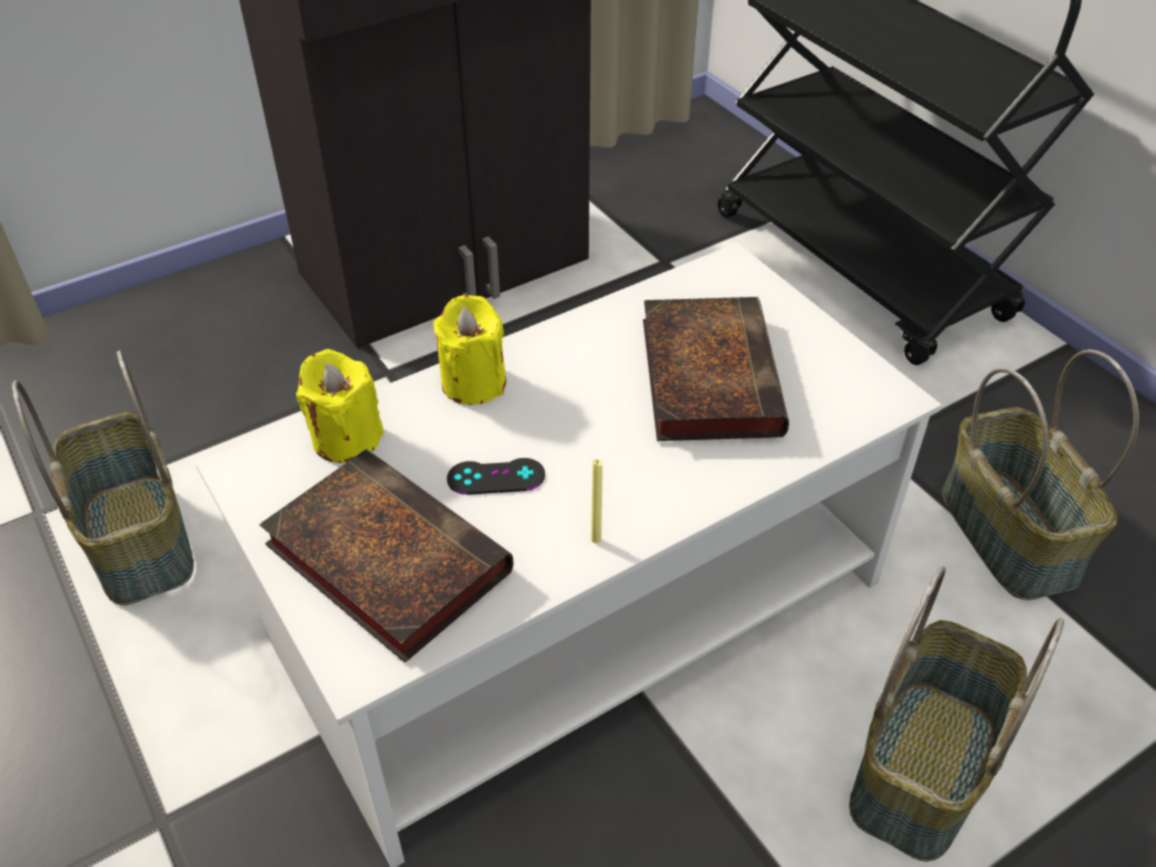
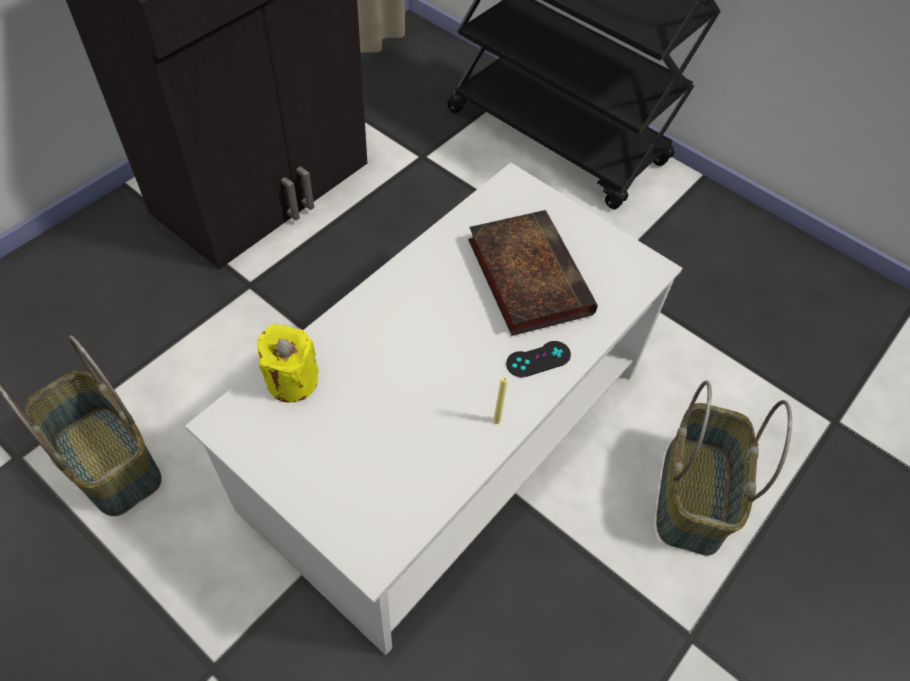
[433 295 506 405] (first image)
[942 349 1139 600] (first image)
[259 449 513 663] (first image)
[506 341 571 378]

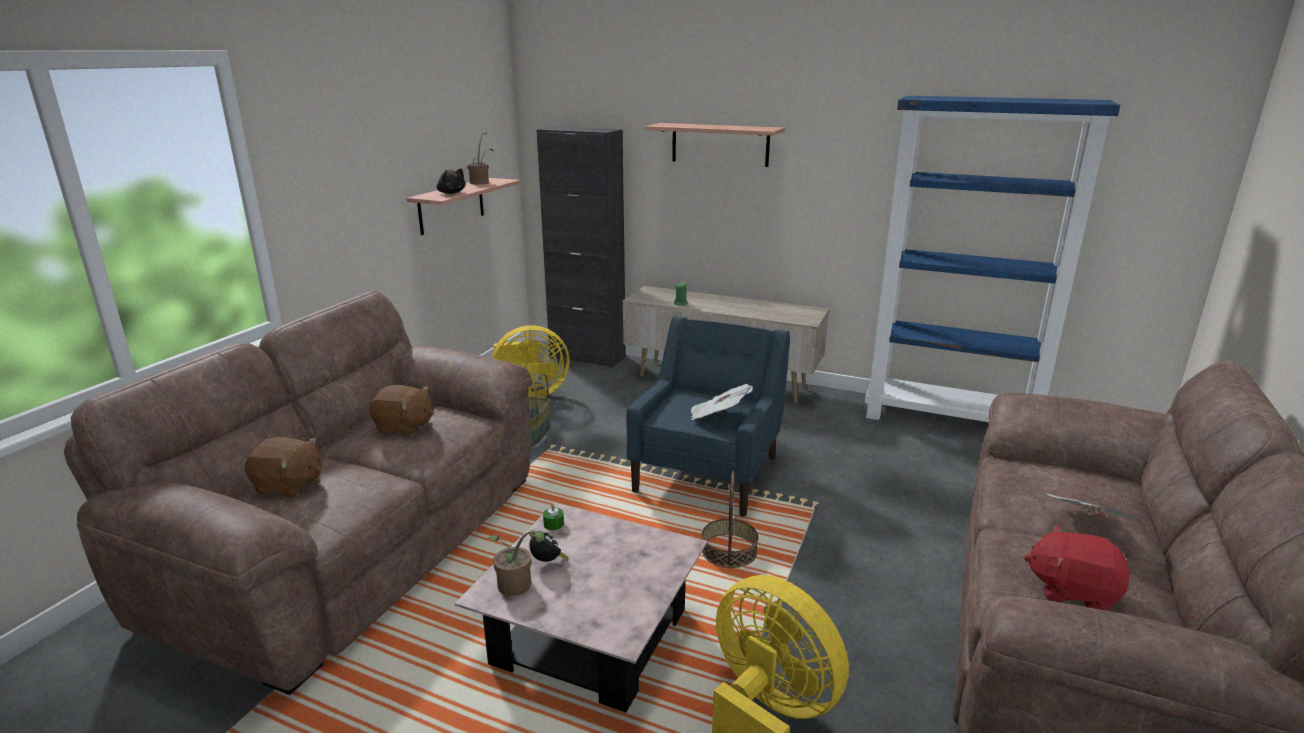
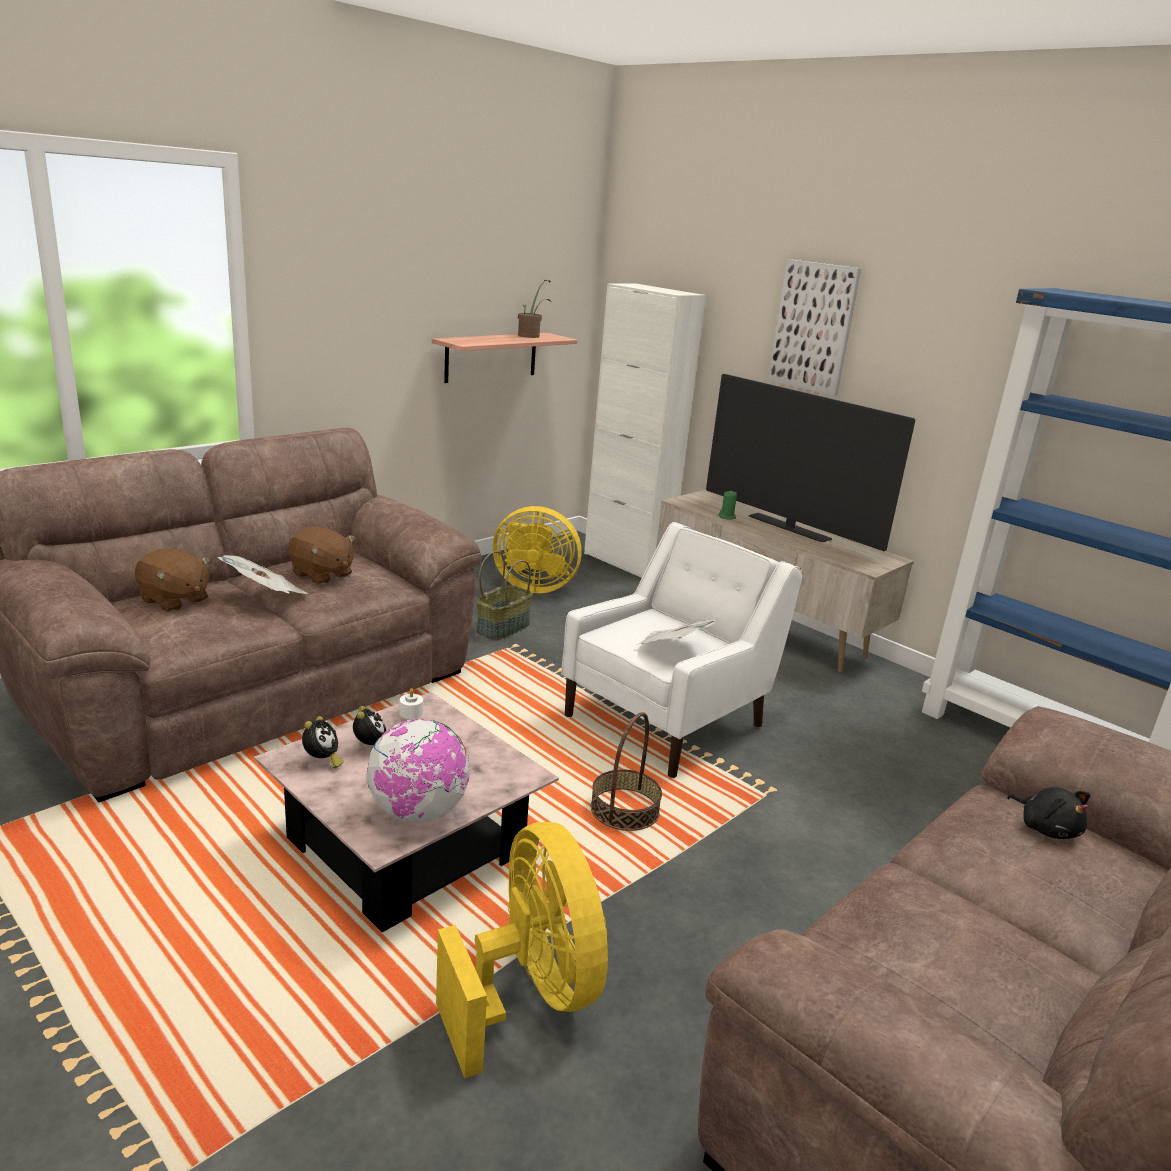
[768 259 861 396]
[584 283 706 578]
[1007 787 1091 839]
[561 522 802 778]
[217 555 308 594]
[400 688 423 719]
[1024 524 1129 611] (first image)
[302 716 343 769]
[706 374 915 551]
[367 719 470 823]

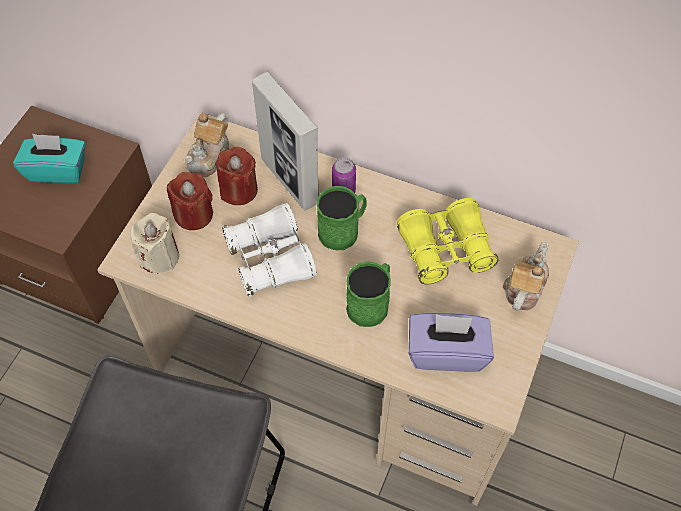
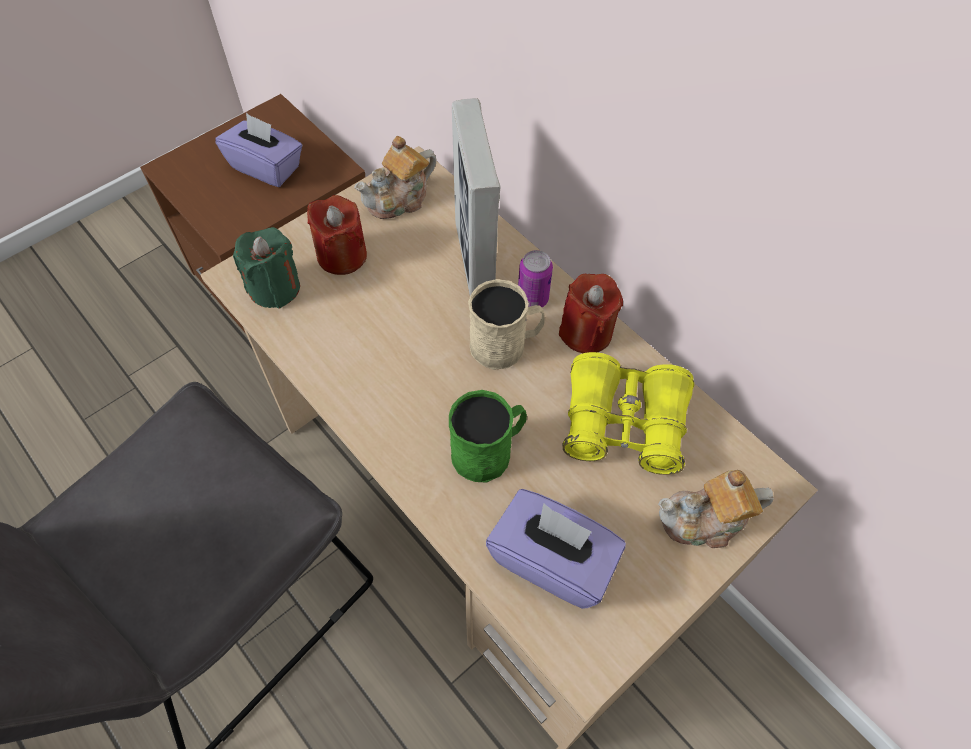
[215 113 302 187]
[559 274 623 353]
[468 279 545 370]
[222 203 317 297] (first image)
[233 227 300 308]
[658 470 774 548]

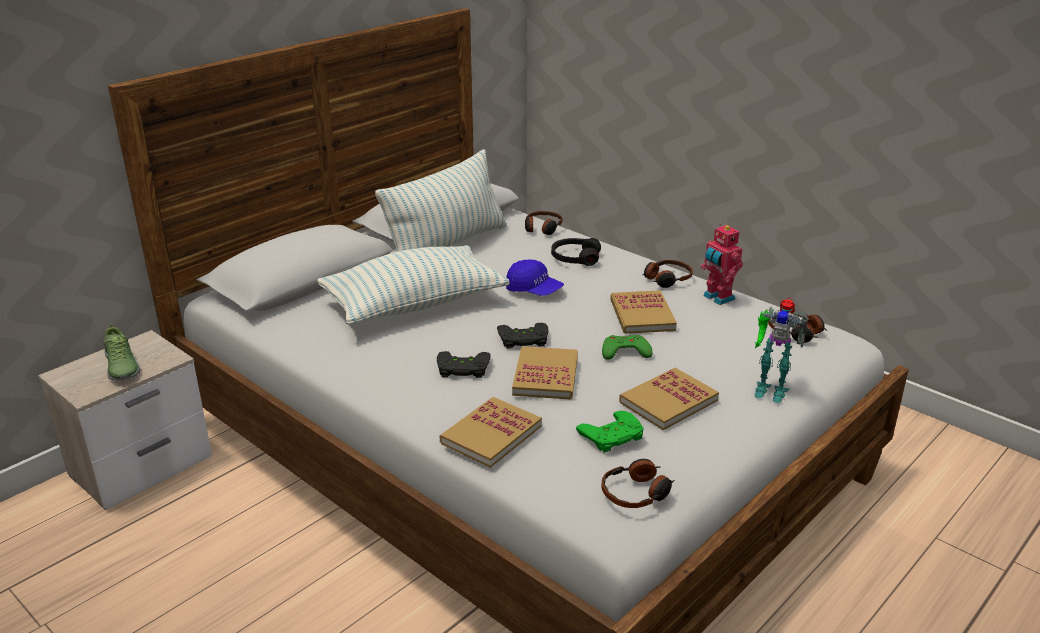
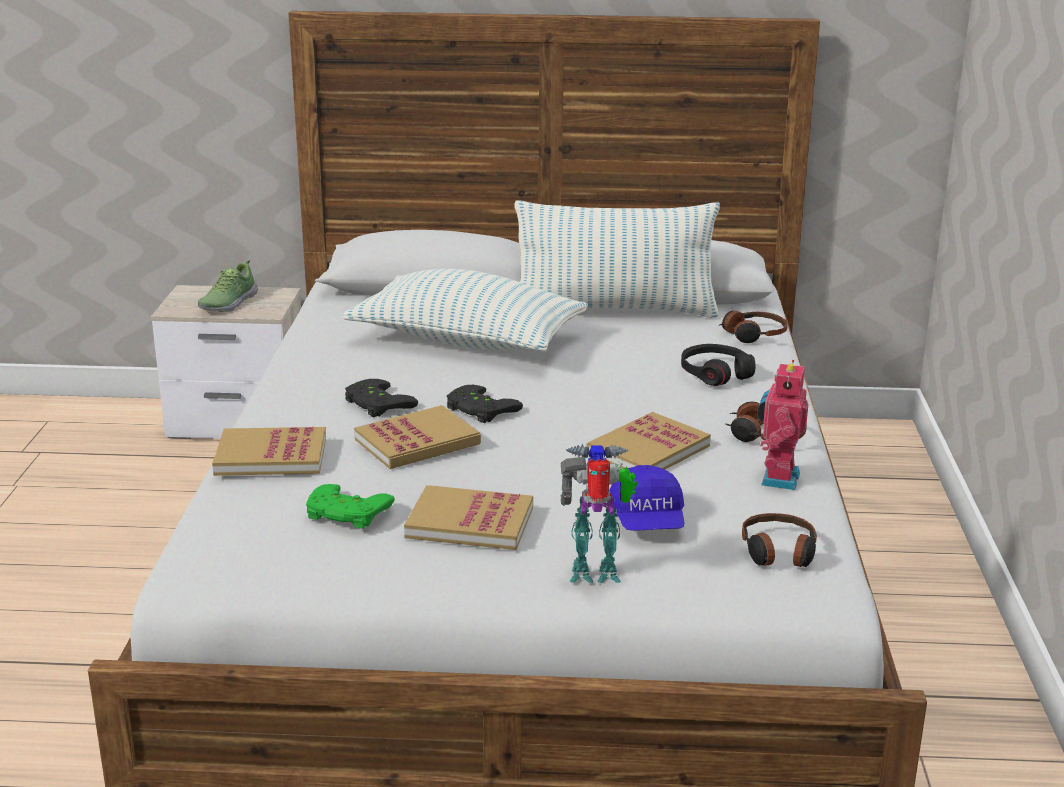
[607 465 685 531]
[560 444 638 583]
[602 335 653 360] (first image)
[601 459 675 508] (first image)

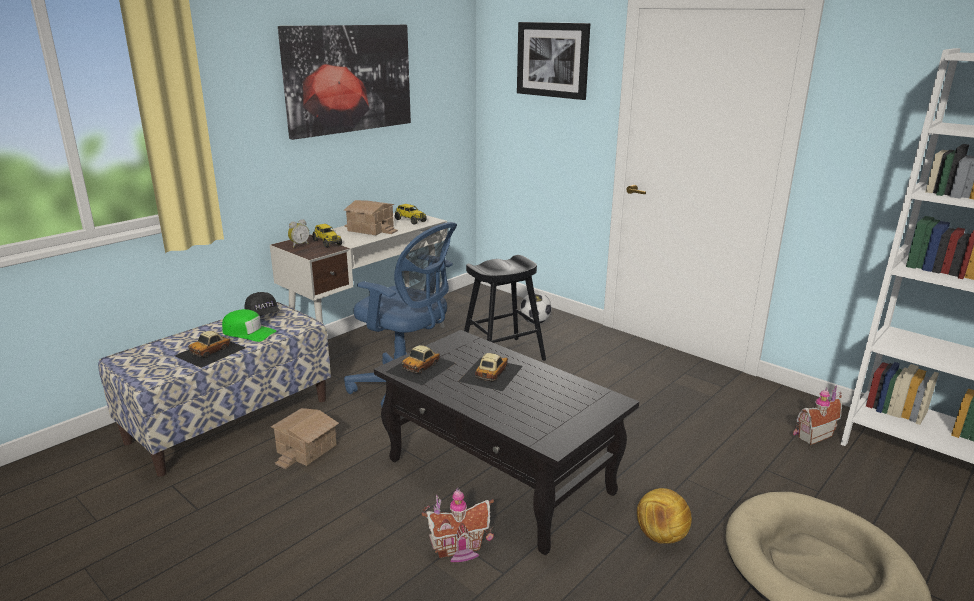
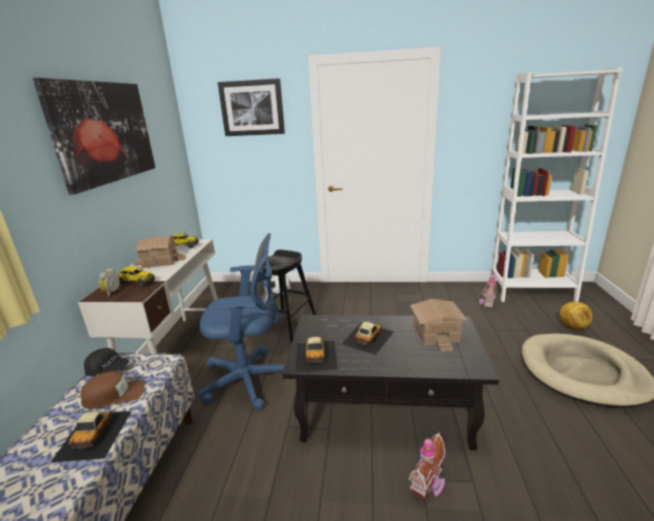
[80 371 145 409]
[341 321 394 355]
[410 299 467 352]
[559 302 592 330]

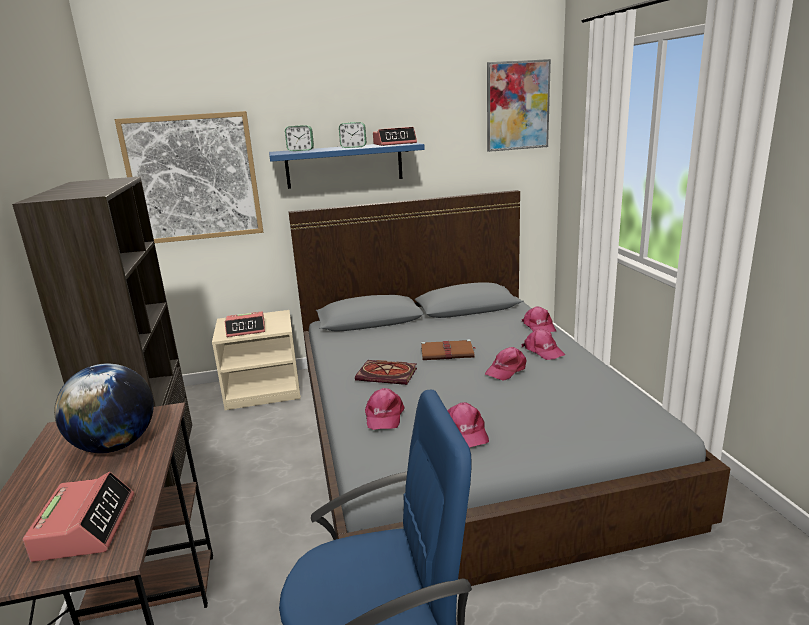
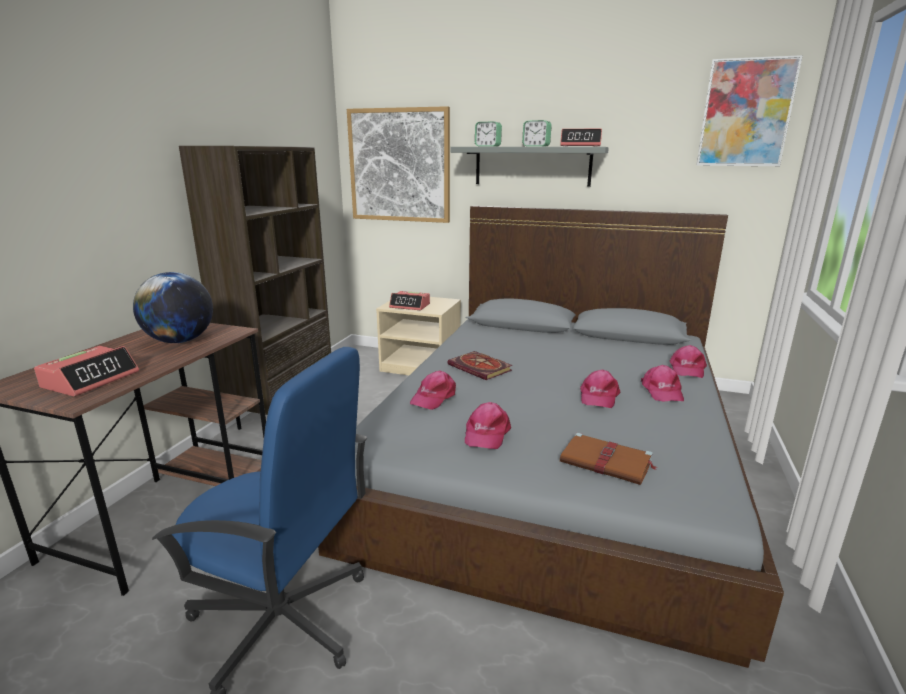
[451 147 609 187]
[560 433 657 485]
[580 370 620 408]

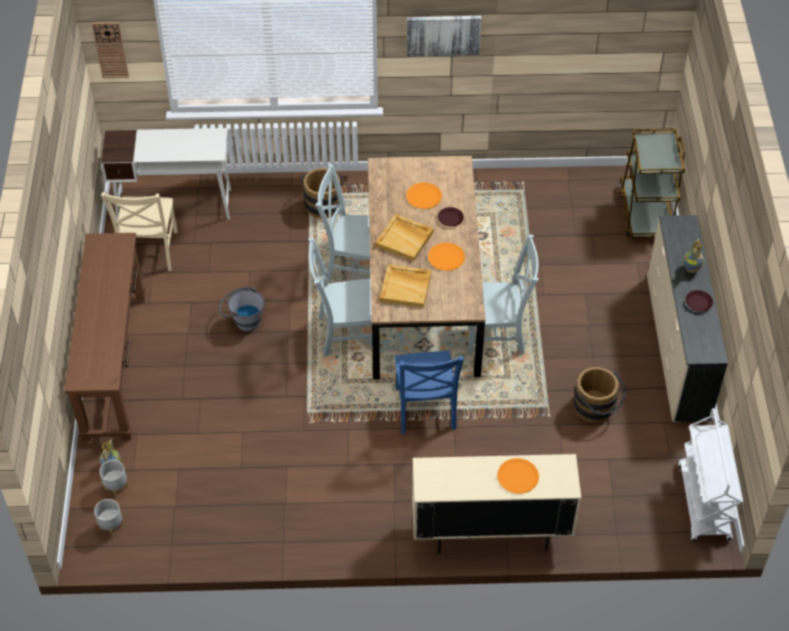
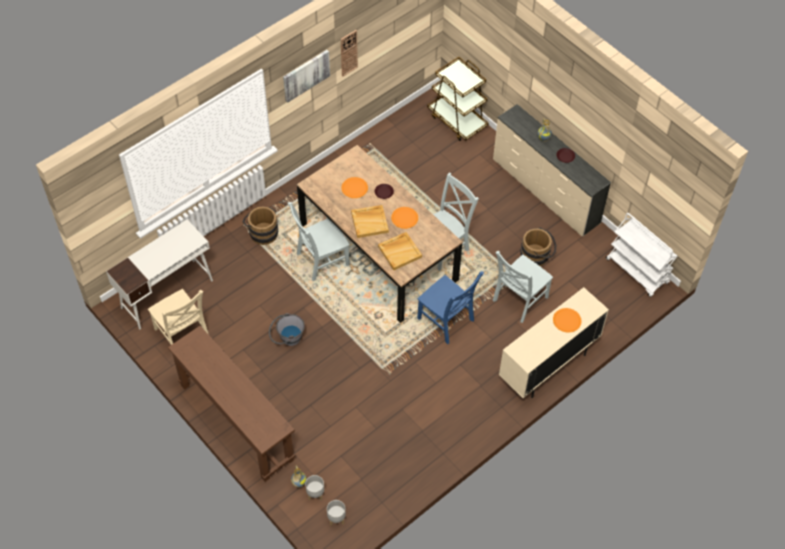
[341 30 358 76]
[493 251 553 323]

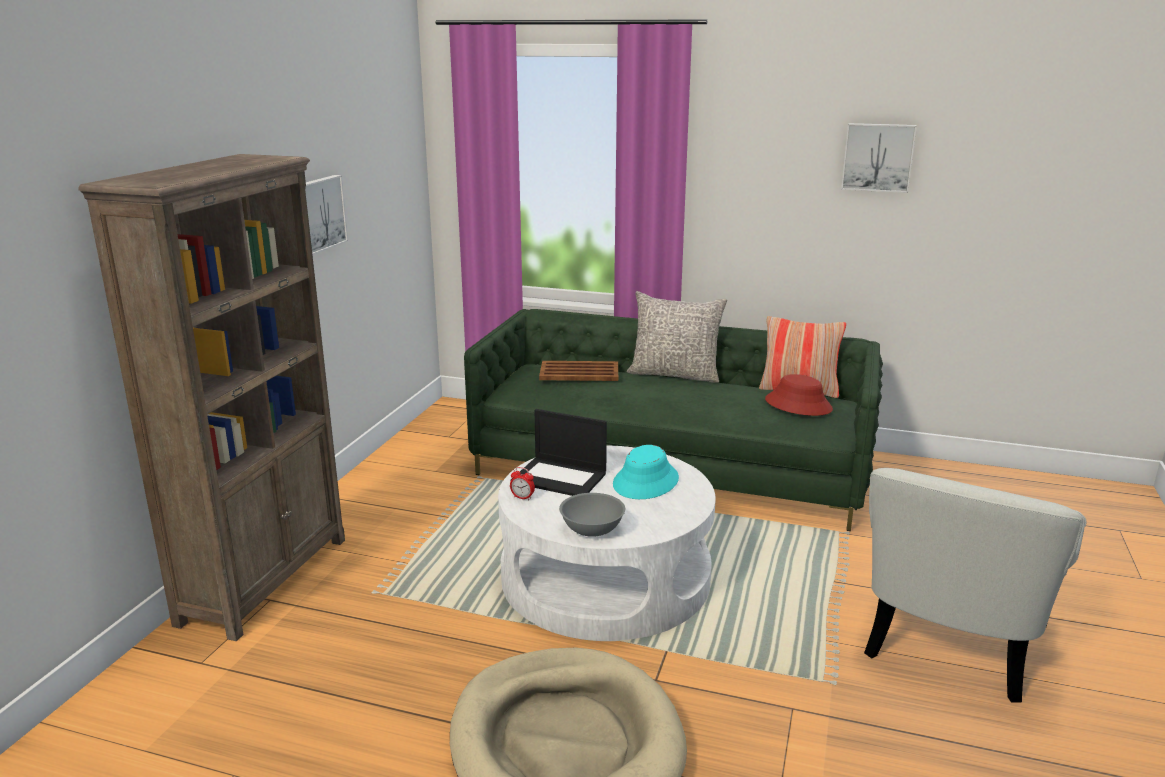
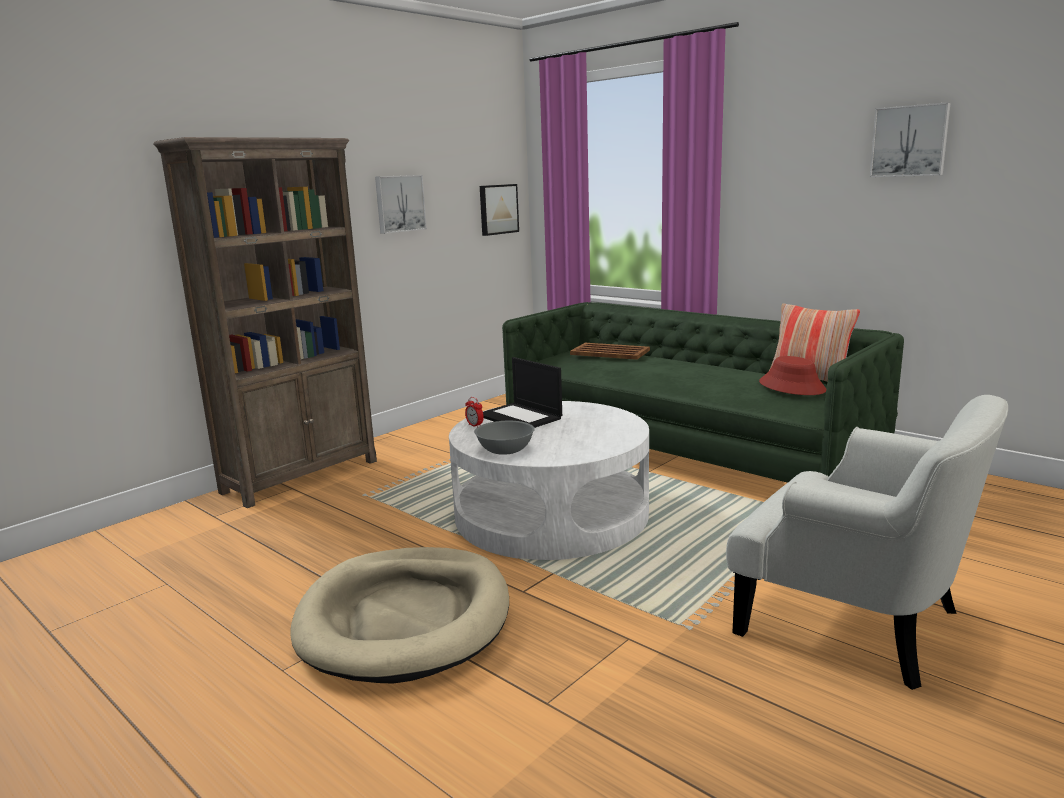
[627 291 727 383] (first image)
[613 445 679 499] (first image)
[726 395 1008 690]
[480 184 519 236]

